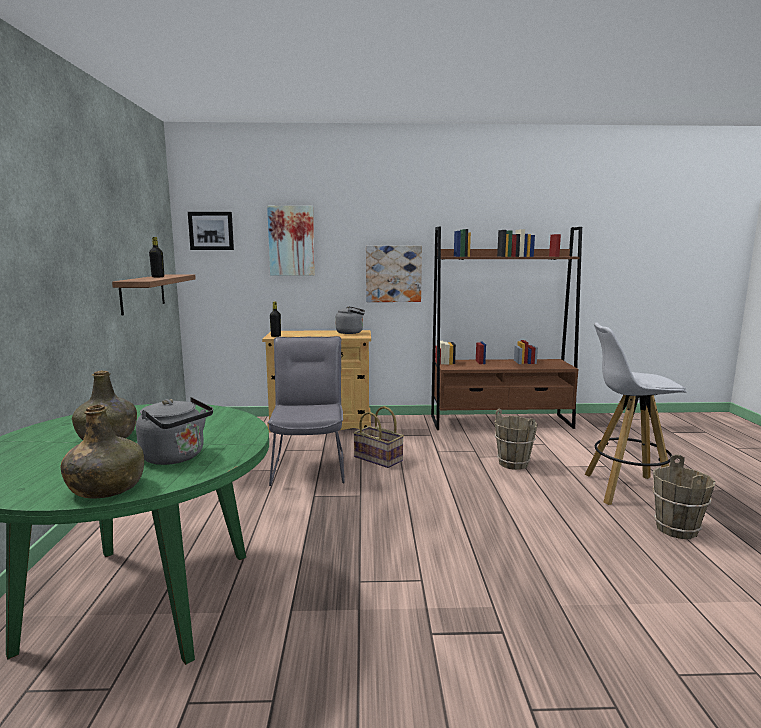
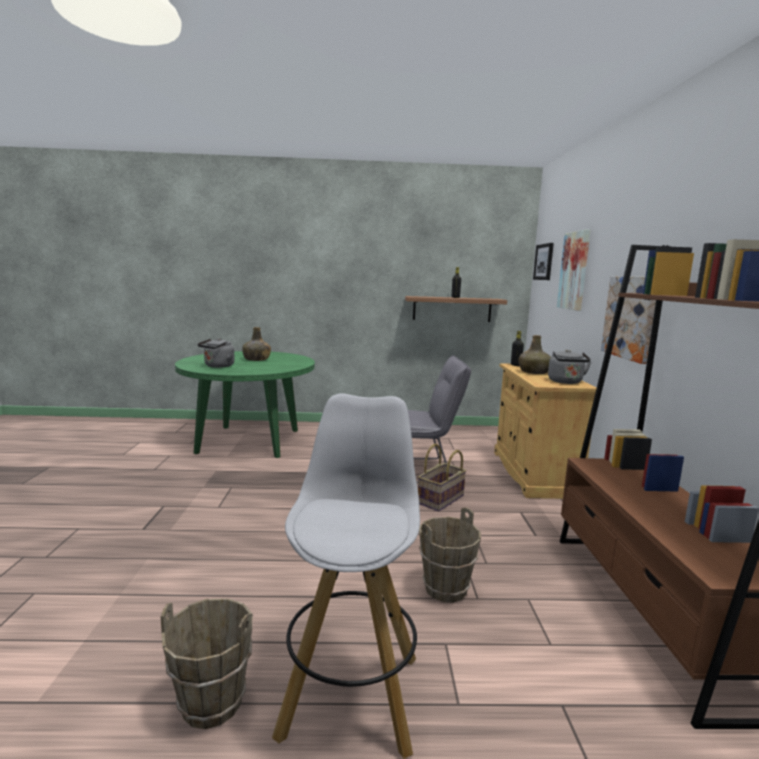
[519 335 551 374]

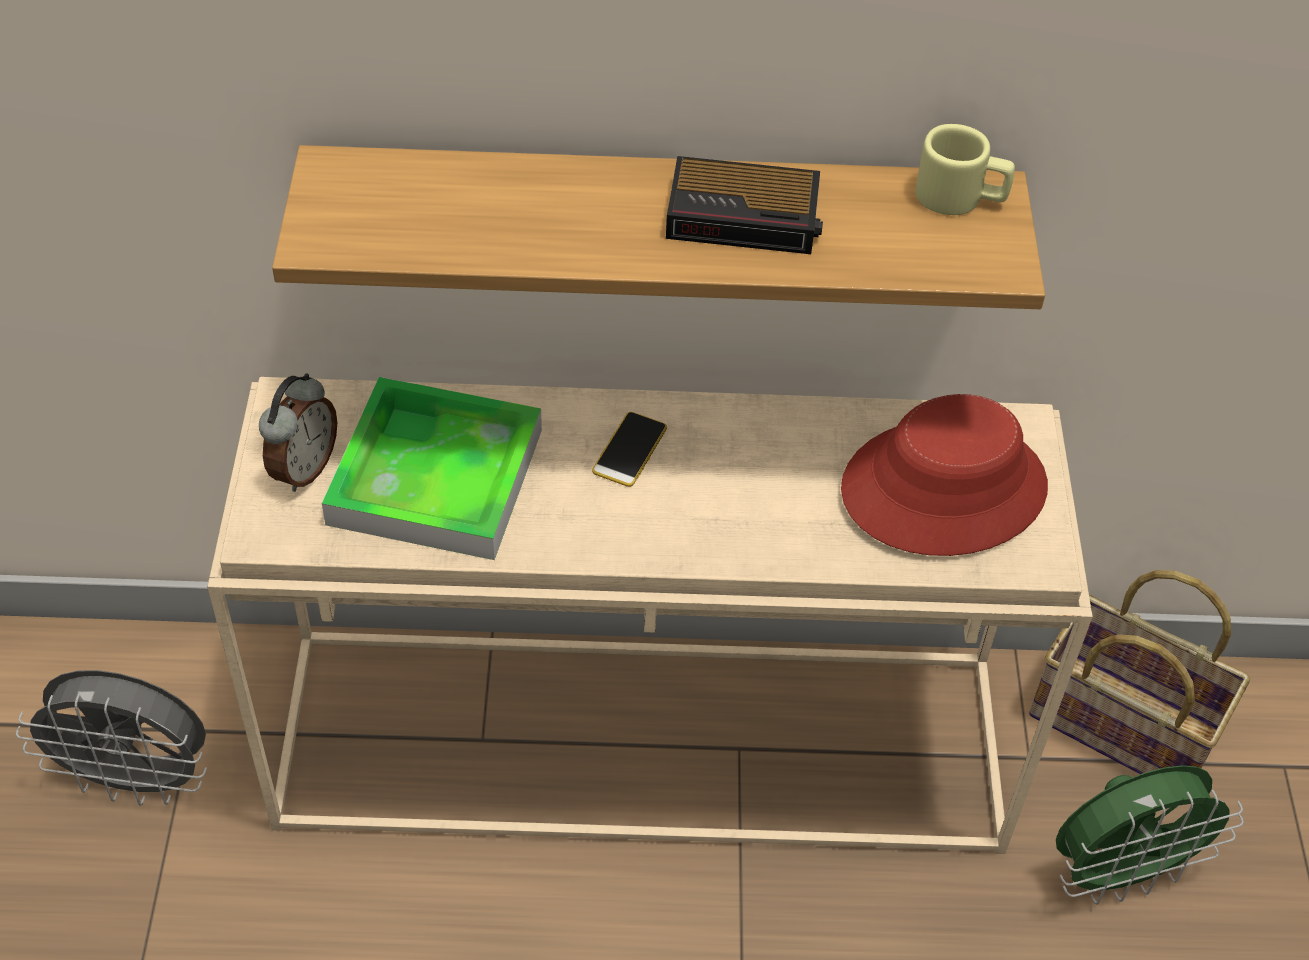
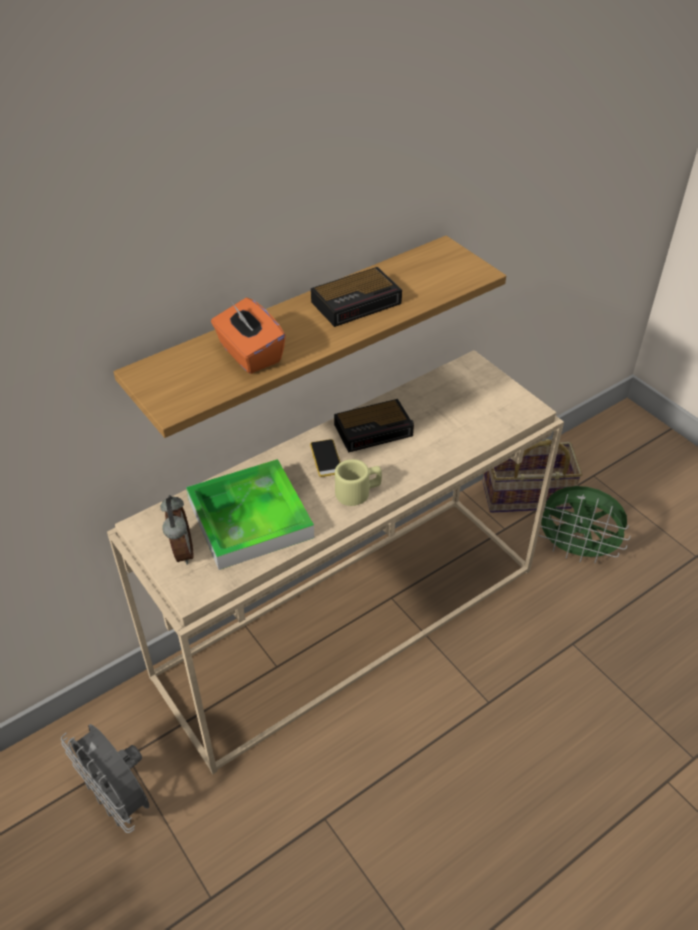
[335 459 382 506]
[841 394 1048 556] (first image)
[61 724 149 833]
[538 486 631 563]
[211 298 286 374]
[334 399 414 452]

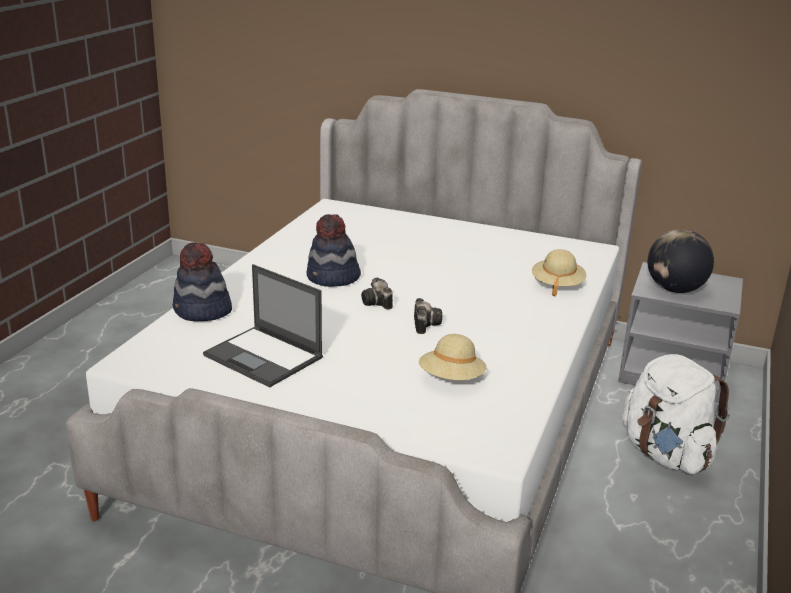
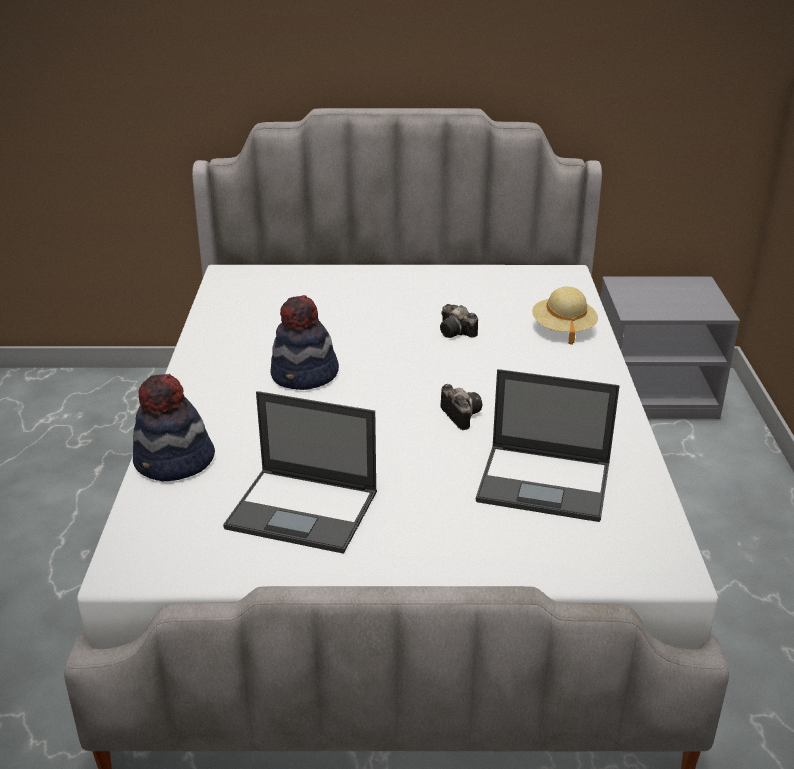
[647 229 714 293] (first image)
[440 304 478 338]
[476 369 620 522]
[622 354 730 474] (first image)

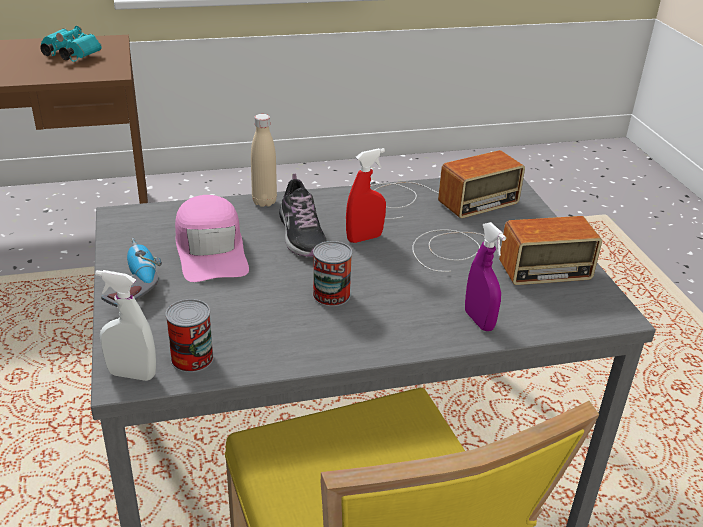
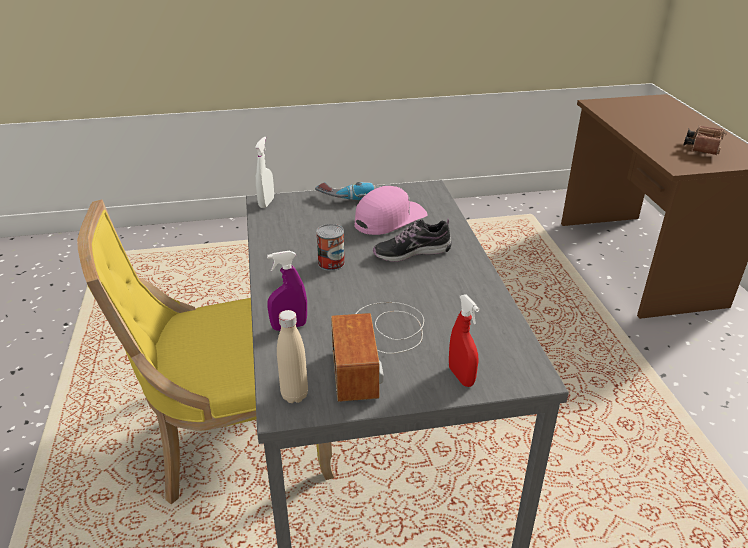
[683 126 727 155]
[277 310 308 403]
[449 294 480 387]
[370 150 525 219] (first image)
[355 186 428 235]
[165 299 214 373] (first image)

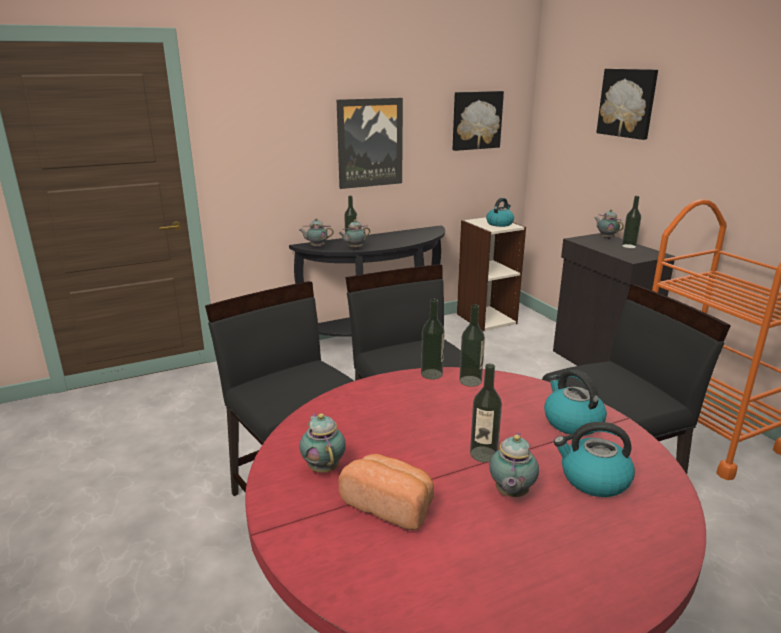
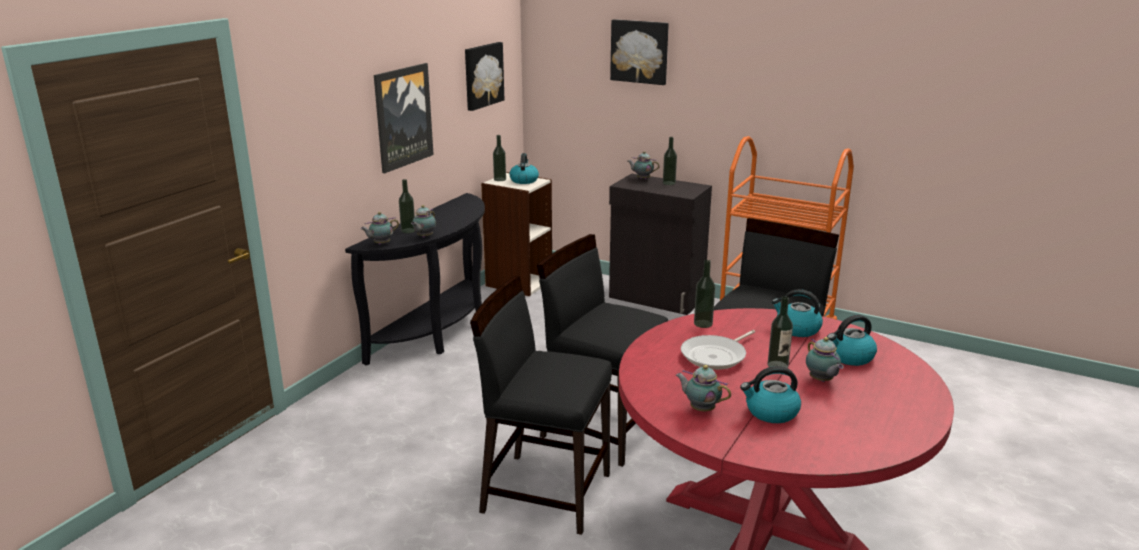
[493 135 506 181]
[740 366 801 423]
[681 330 755 370]

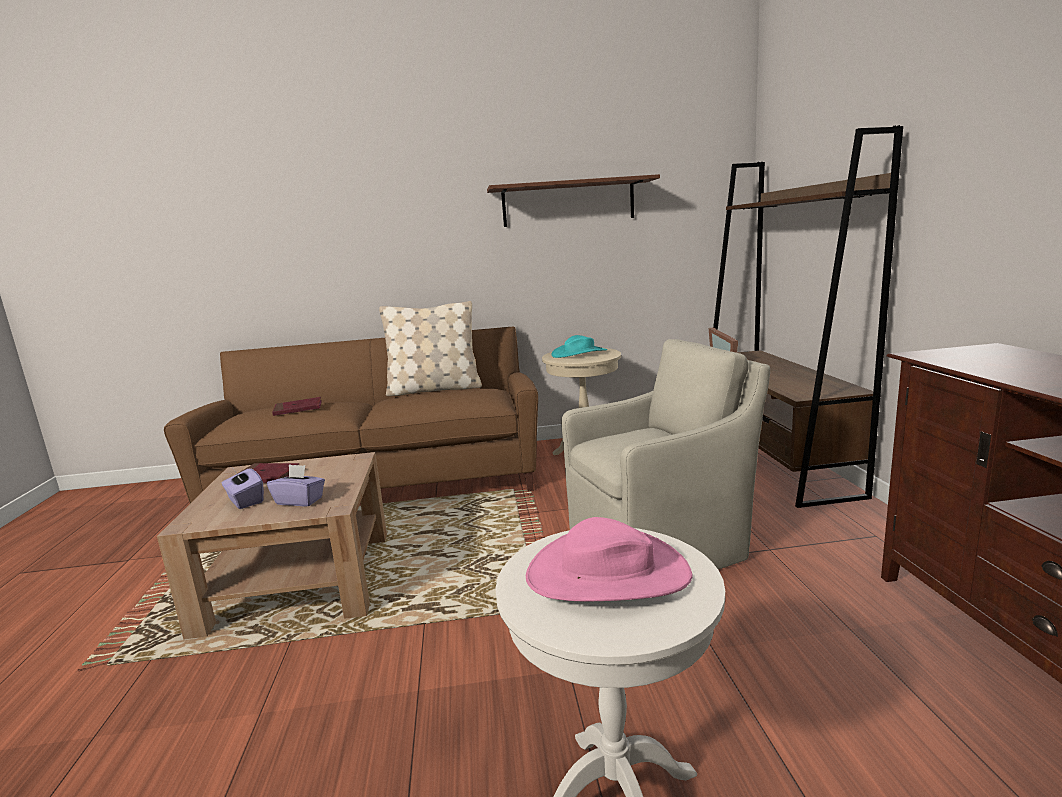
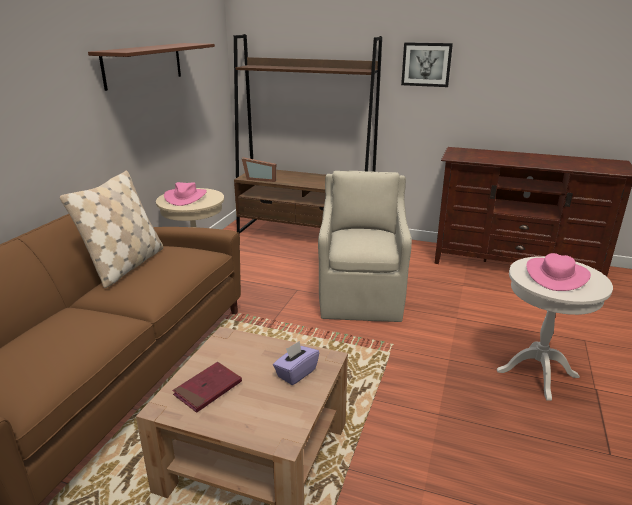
[164 182 207 206]
[272 397 322 416] (first image)
[221 467 264 509] (first image)
[401 42 453 87]

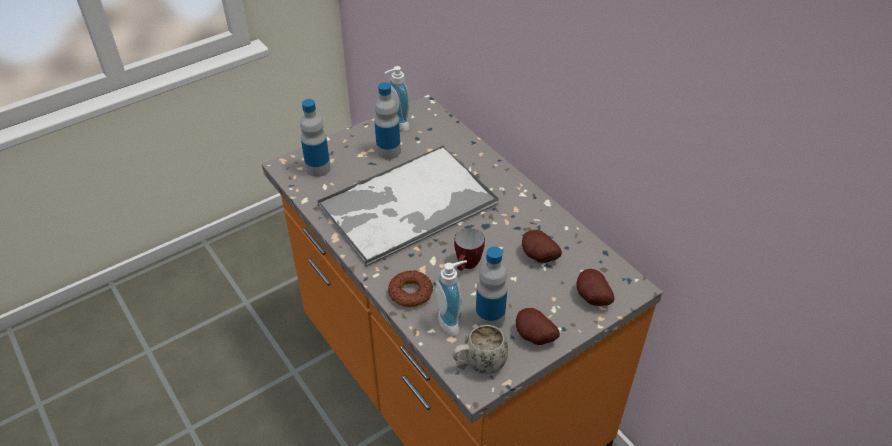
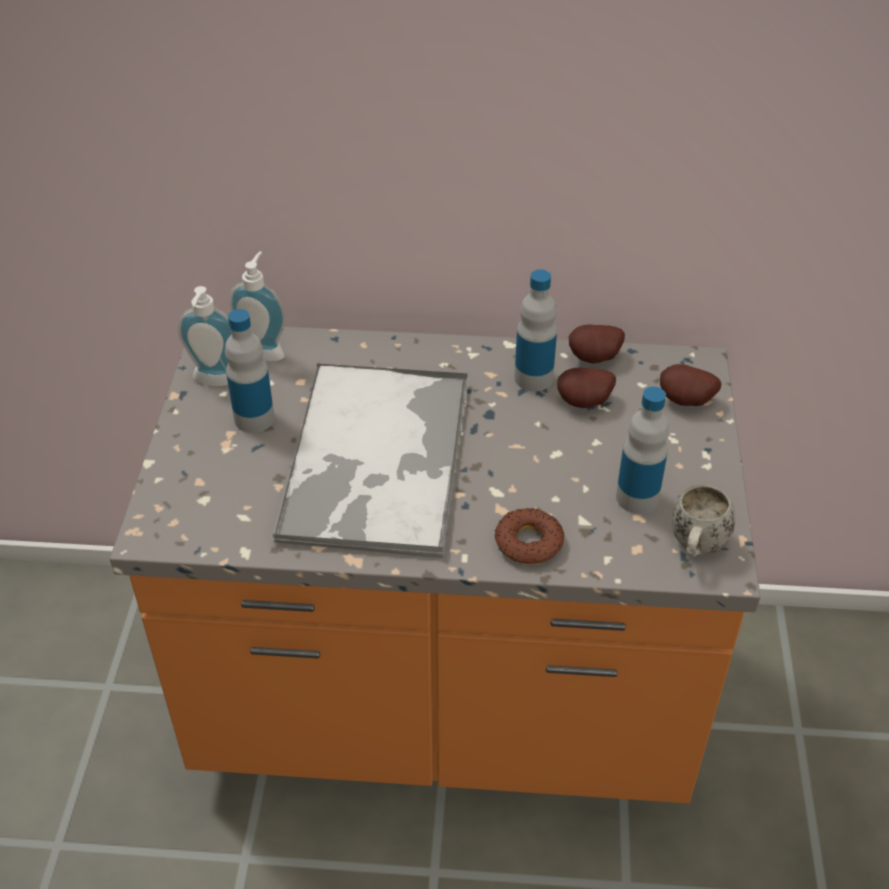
[514 269 557 391]
[454 228 485 271] (first image)
[229 251 286 361]
[569 324 625 363]

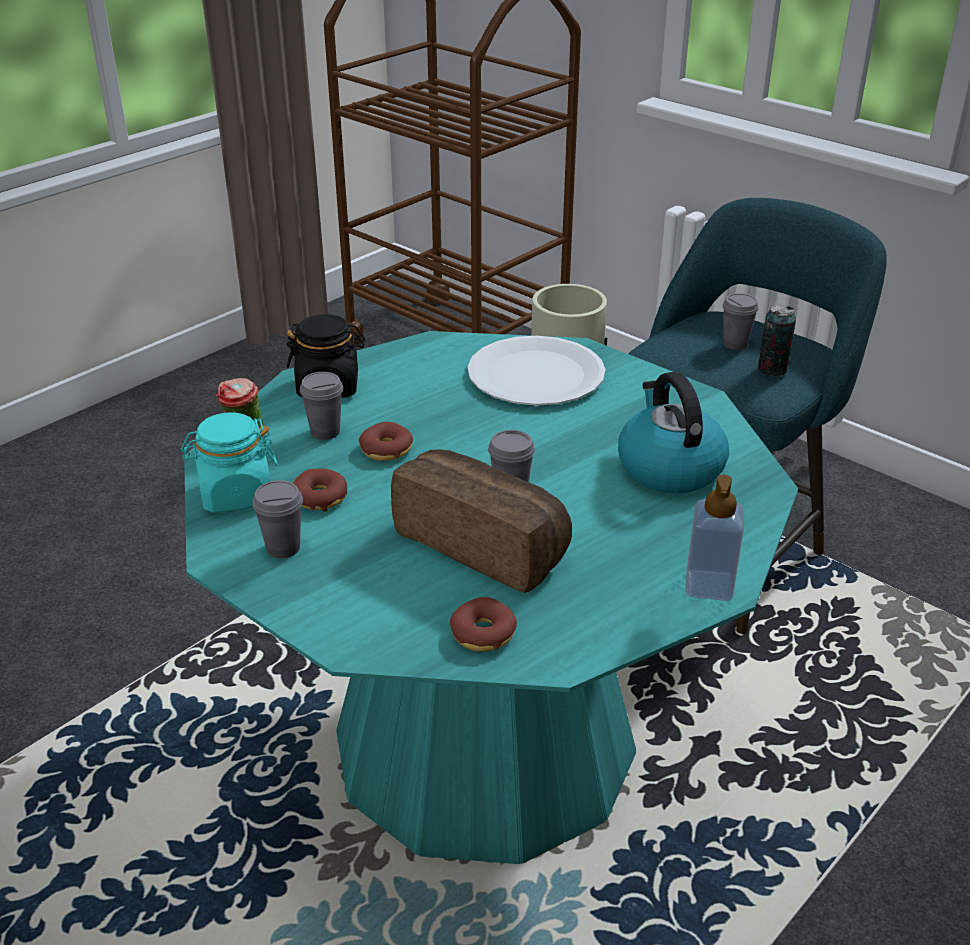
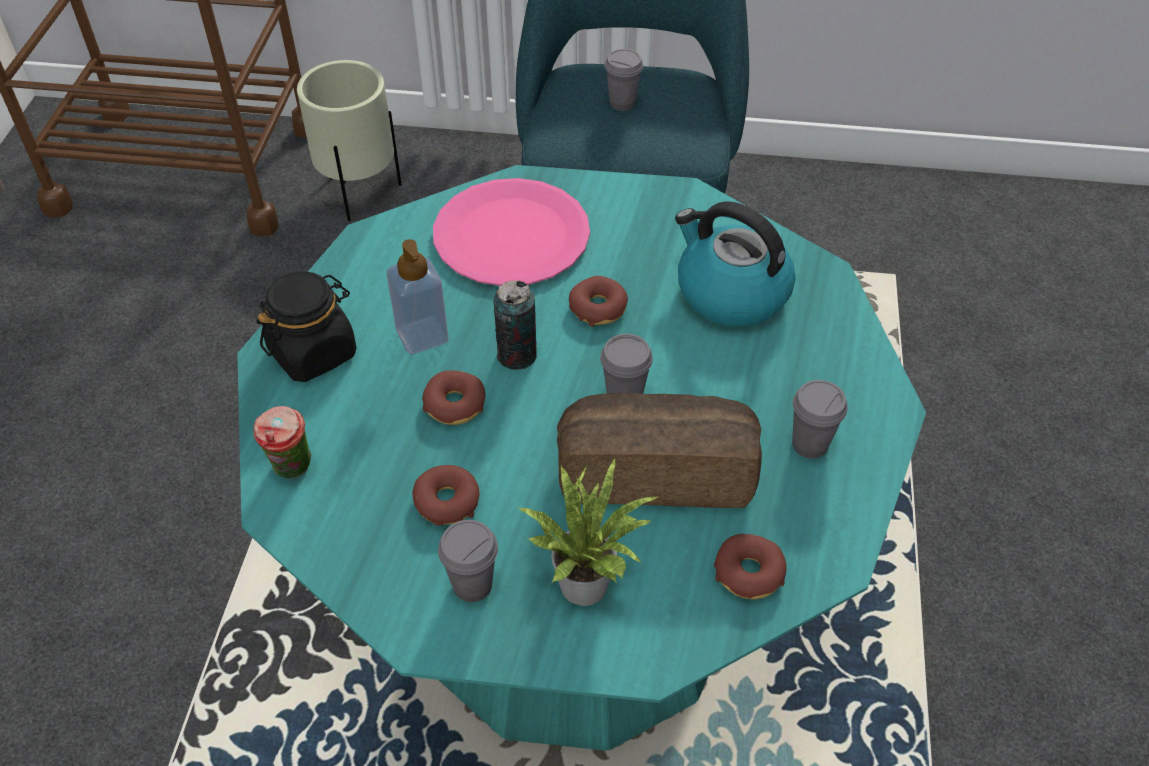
[493 280 537 370]
[433 178 590 286]
[792 380 848 459]
[181 413 278 513] (first image)
[386 239 449 354]
[569 276 628 327]
[518 457 657 606]

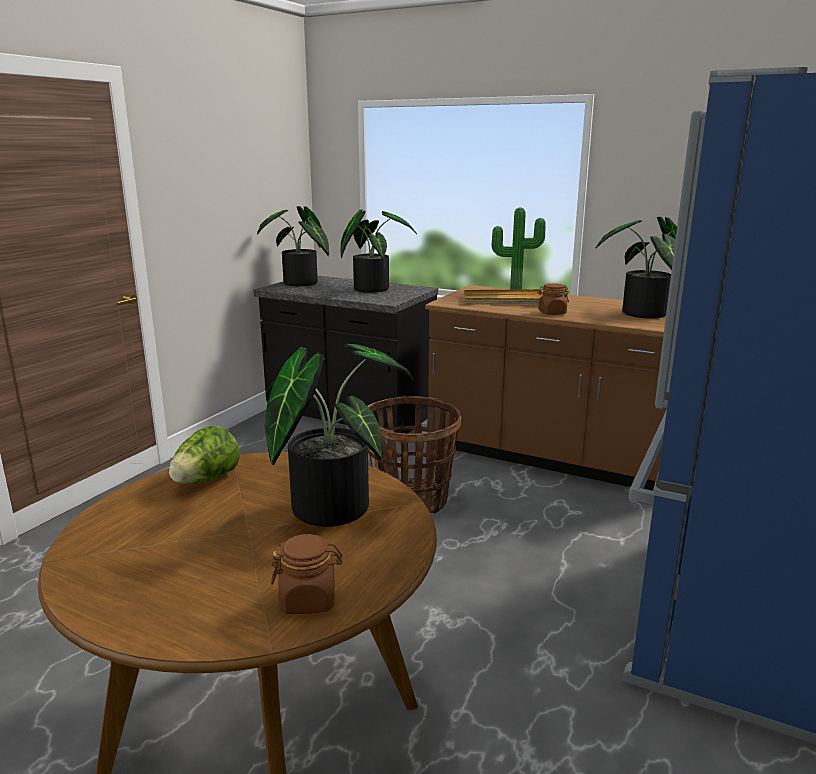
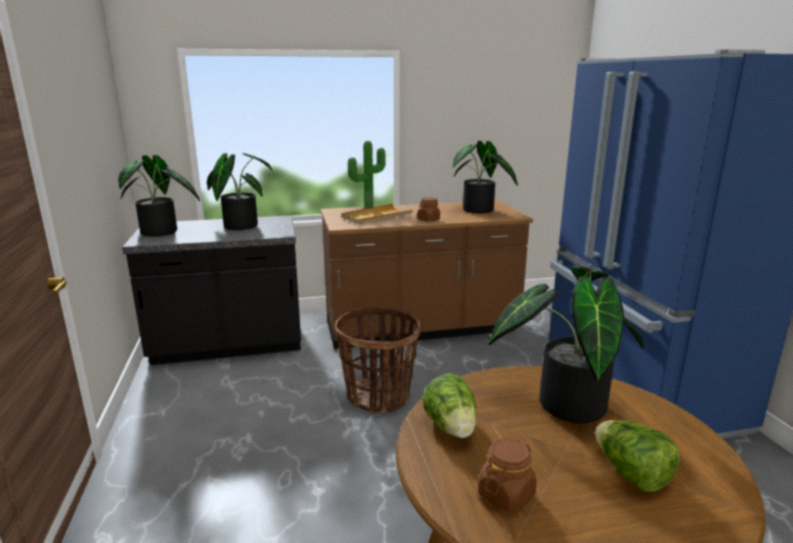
[478 439 537 513]
[595 420 680 492]

